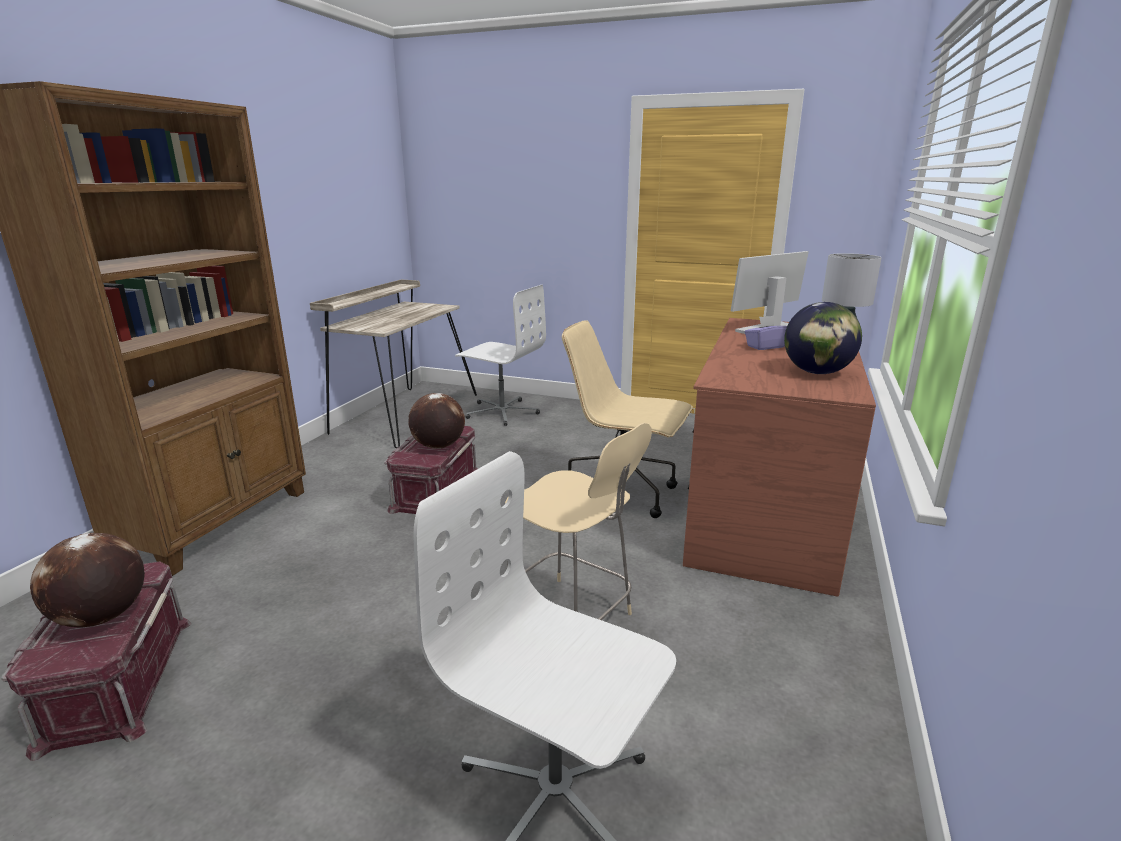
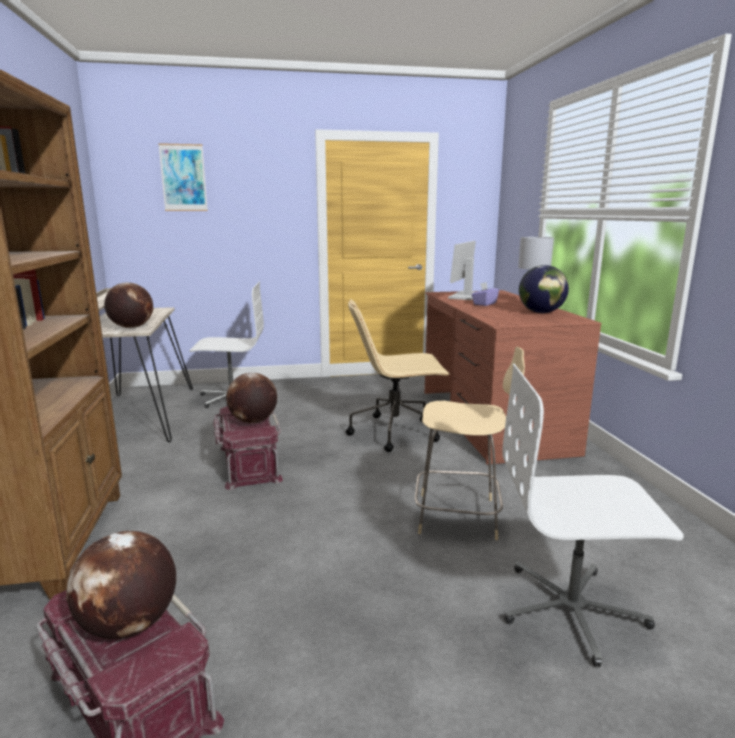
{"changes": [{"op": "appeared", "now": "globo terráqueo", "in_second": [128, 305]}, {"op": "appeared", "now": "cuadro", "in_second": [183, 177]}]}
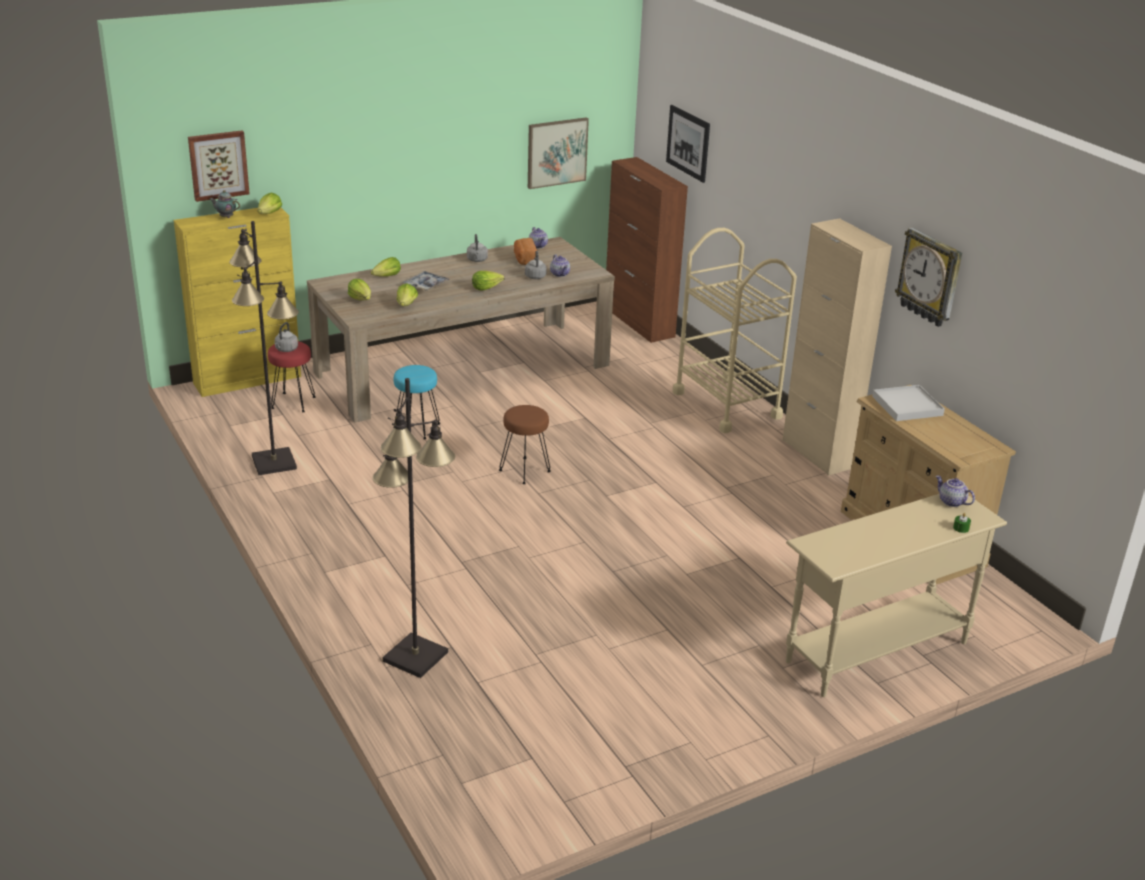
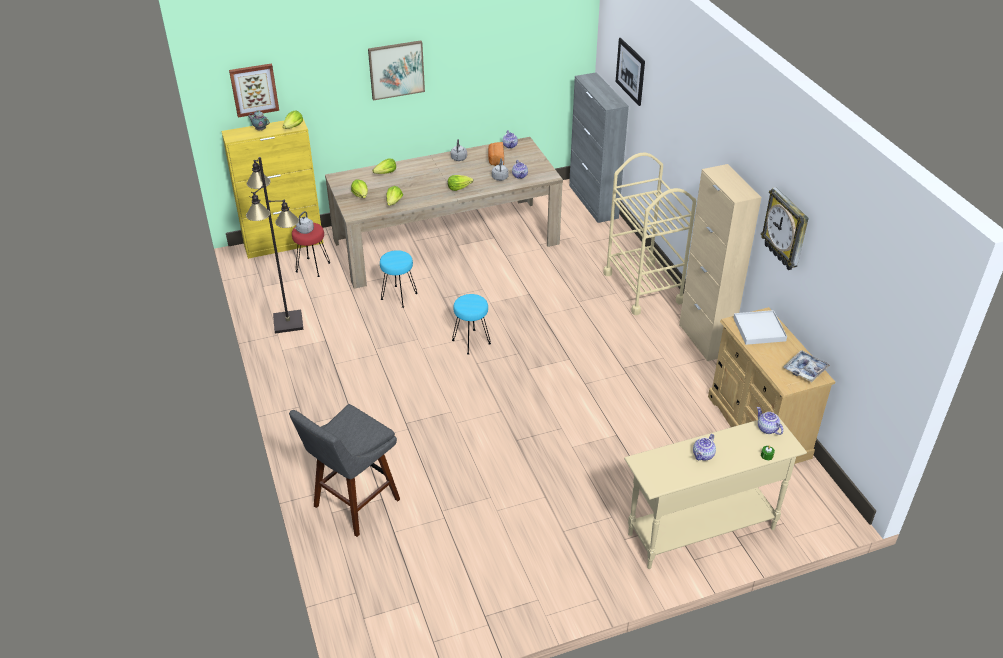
{"changes": [{"op": "appeared", "now": "tetera", "in_second": [704, 447]}, {"op": "relocated", "was": "bandeja", "in_first": [426, 281], "in_second": [806, 366]}, {"op": "relocated", "was": "cuadro", "in_first": [558, 153], "in_second": [396, 70]}, {"op": "exchanged", "was": "lámpara de pie/negro", "now": "taburete/gris", "in_first": [414, 528], "in_second": [344, 470]}, {"op": "colour", "was": "taburete/marrón", "now": "taburete/turquesa", "in_first": [525, 444], "in_second": [471, 324]}, {"op": "colour", "was": "armario/marrón", "now": "armario/gris", "in_first": [647, 250], "in_second": [599, 147]}]}
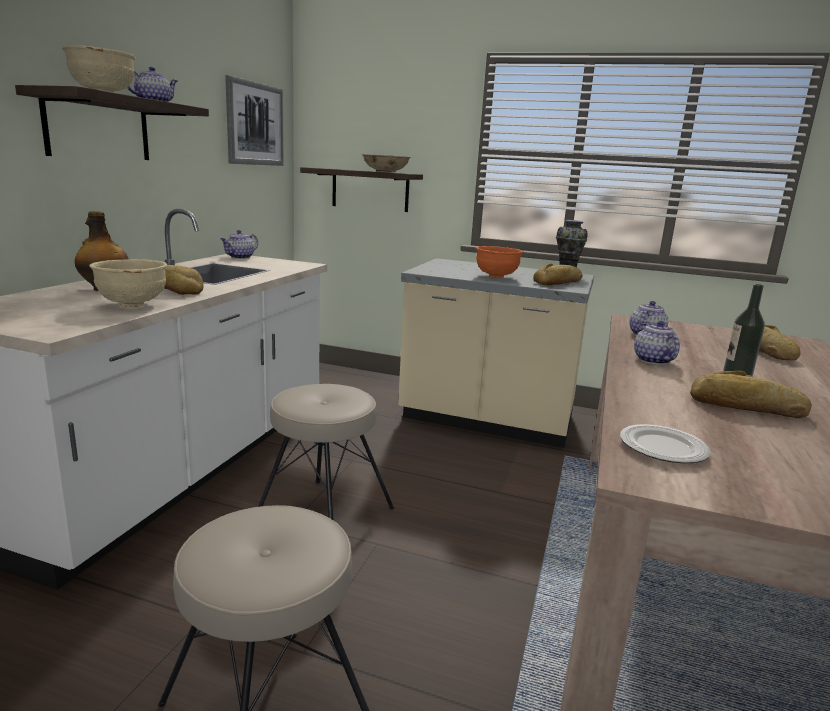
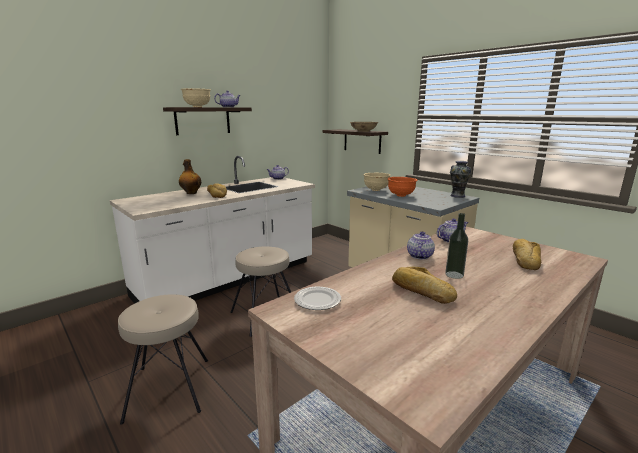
{"changes": [{"op": "missing", "was": "cuadro", "in_first": [254, 120]}, {"op": "missing", "was": "pan", "in_first": [558, 274]}, {"op": "relocated", "was": "cuenco/beis", "in_first": [128, 283], "in_second": [377, 182]}]}
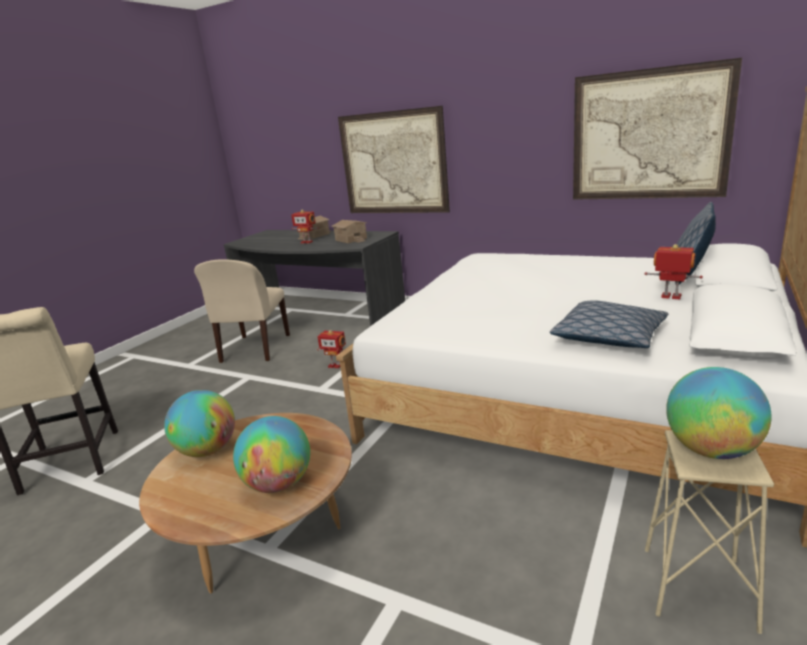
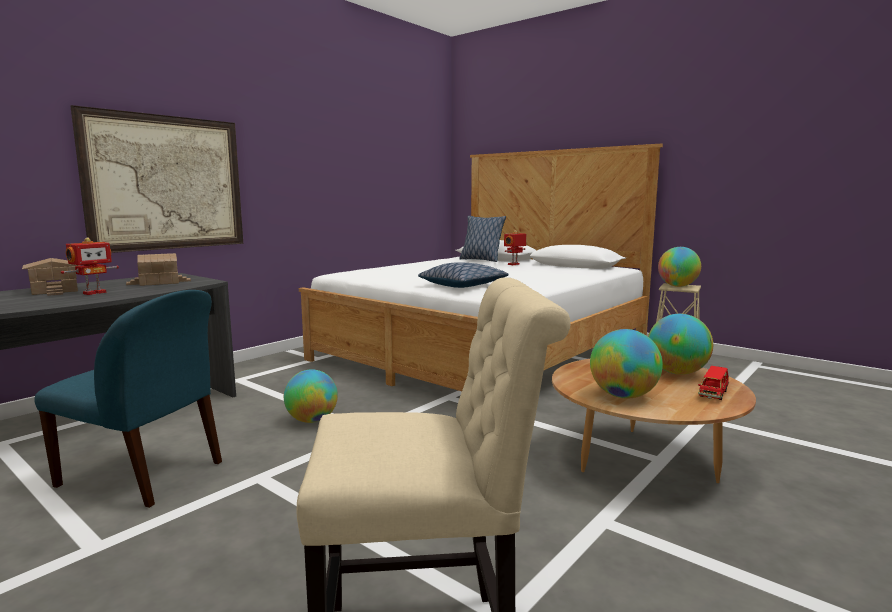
{"changes": [{"op": "missing", "was": "cuadro", "in_first": [657, 129]}, {"op": "appeared", "now": "coche de juguete/rojo", "in_second": [713, 383]}, {"op": "relocated", "was": "cojín", "in_first": [609, 324], "in_second": [463, 275]}, {"op": "exchanged", "was": "robot de juguete", "now": "globo terráqueo", "in_first": [331, 349], "in_second": [311, 396]}, {"op": "colour", "was": "silla/beis", "now": "silla/azul", "in_first": [242, 311], "in_second": [128, 399]}]}
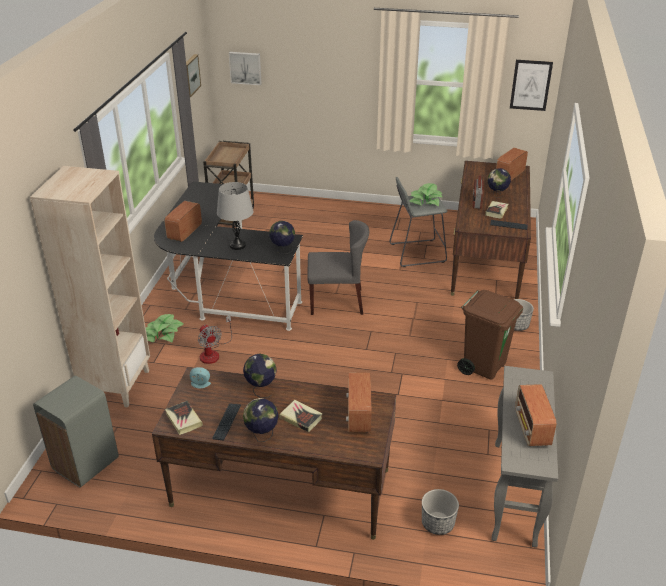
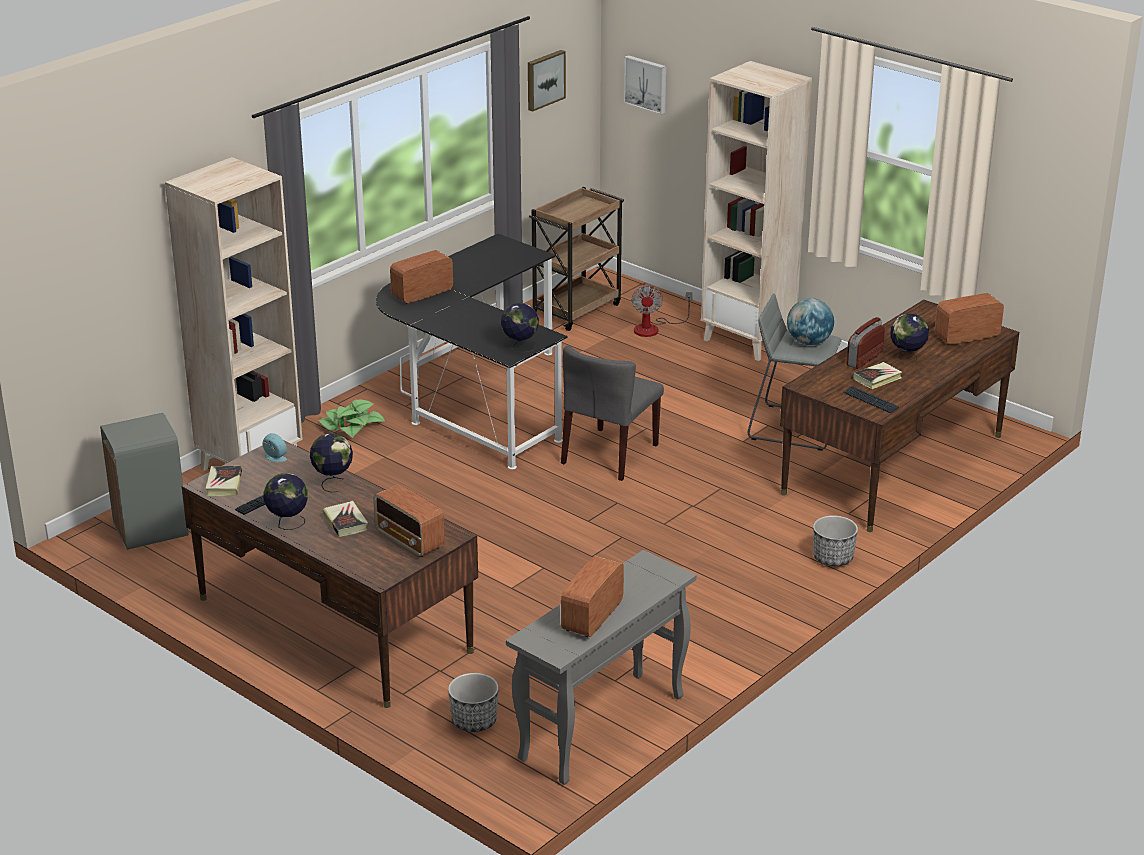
{"changes": [{"op": "missing", "was": "lámpara de mesa/gris", "in_first": [235, 216]}, {"op": "missing", "was": "papelera/marrón", "in_first": [490, 334]}, {"op": "missing", "was": "cuadro", "in_first": [531, 85]}, {"op": "appeared", "now": "estantería/beis", "in_second": [756, 211]}, {"op": "relocated", "was": "ventilador", "in_first": [215, 339], "in_second": [661, 311]}, {"op": "exchanged", "was": "planta en maceta", "now": "globo terráqueo", "in_first": [426, 194], "in_second": [810, 321]}, {"op": "spun", "was": "silla/gris", "in_first": [338, 267], "in_second": [612, 413], "clockwise": 90}, {"op": "spun", "was": "radio", "in_first": [359, 402], "in_second": [409, 520], "clockwise": -75}]}
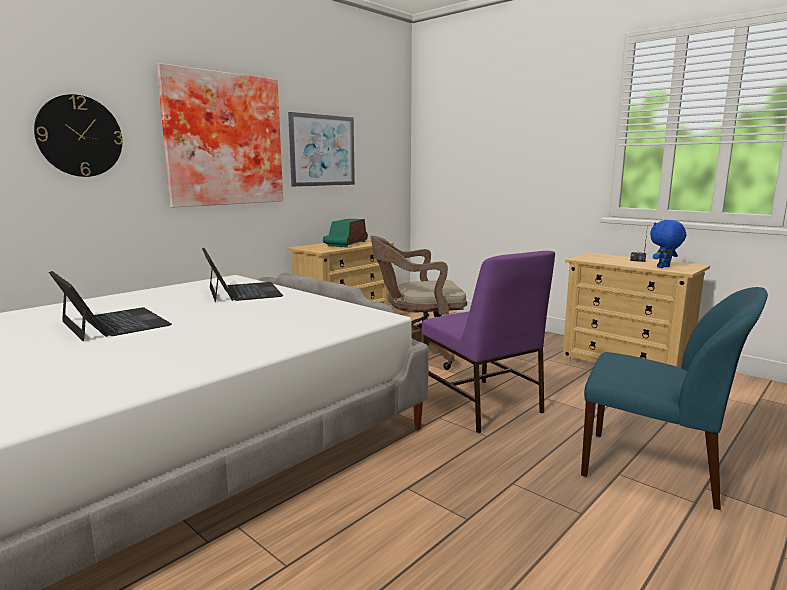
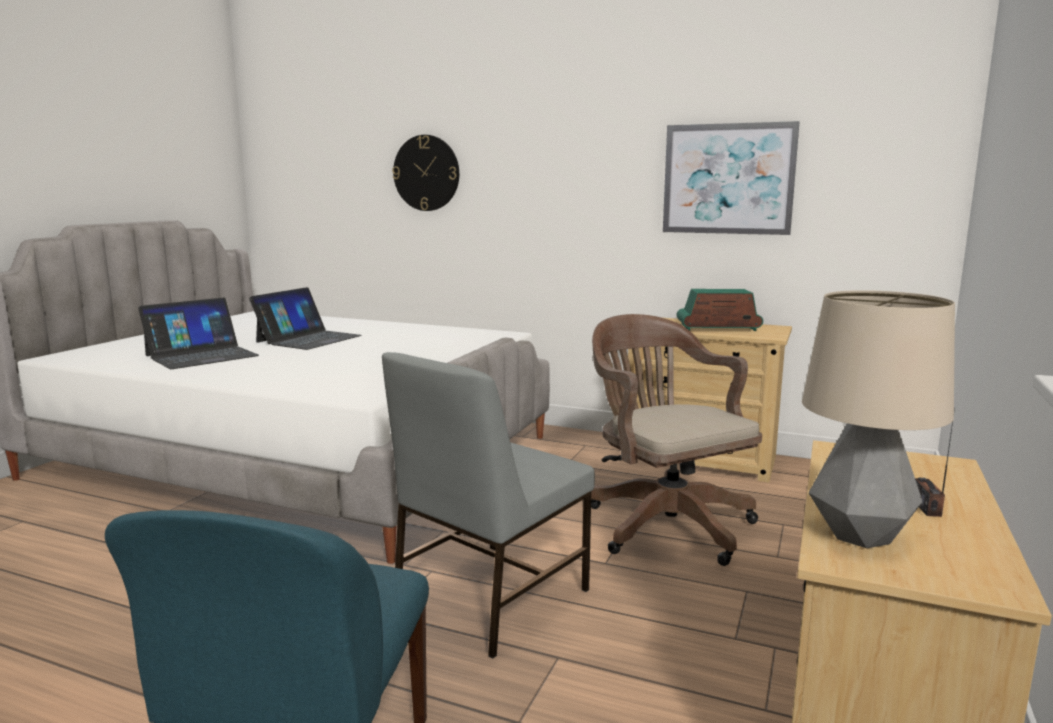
{"changes": [{"op": "missing", "was": "cuadro", "in_first": [220, 135]}, {"op": "relocated", "was": "portátil", "in_first": [242, 275], "in_second": [198, 333]}, {"op": "exchanged", "was": "peluche/azul", "now": "lámpara de mesa", "in_first": [668, 244], "in_second": [878, 419]}, {"op": "colour", "was": "silla/morado", "now": "silla/gris", "in_first": [488, 342], "in_second": [488, 505]}]}
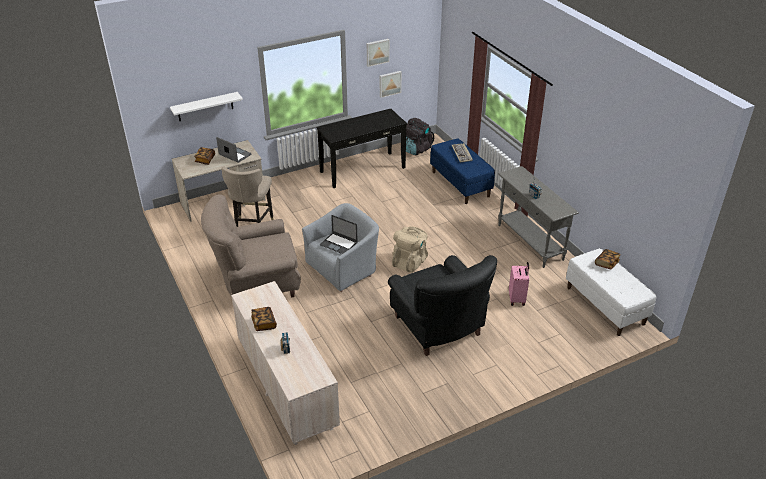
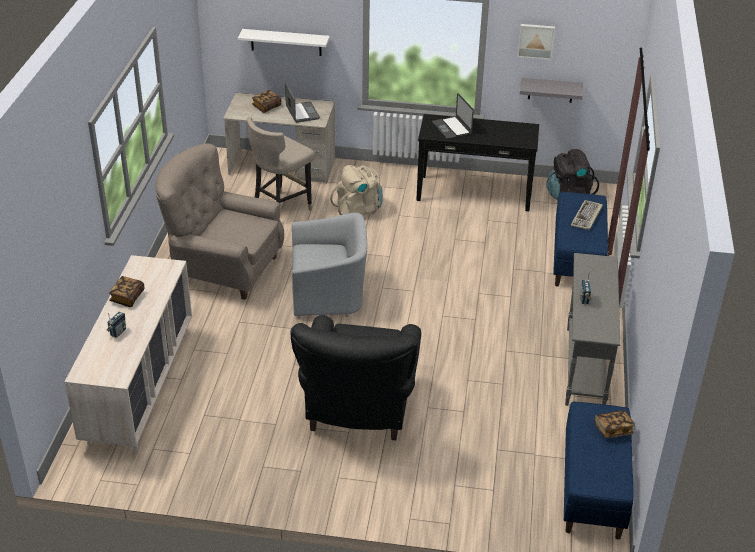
{"changes": [{"op": "missing", "was": "maleta/rosa", "in_first": [519, 284]}, {"op": "relocated", "was": "portátil", "in_first": [339, 234], "in_second": [453, 116]}, {"op": "relocated", "was": "mochila/beis", "in_first": [410, 250], "in_second": [356, 190]}, {"op": "exchanged", "was": "cuadro", "now": "estante/gris", "in_first": [391, 84], "in_second": [551, 90]}, {"op": "colour", "was": "banco/blanco", "now": "banco/azul", "in_first": [611, 292], "in_second": [599, 470]}]}
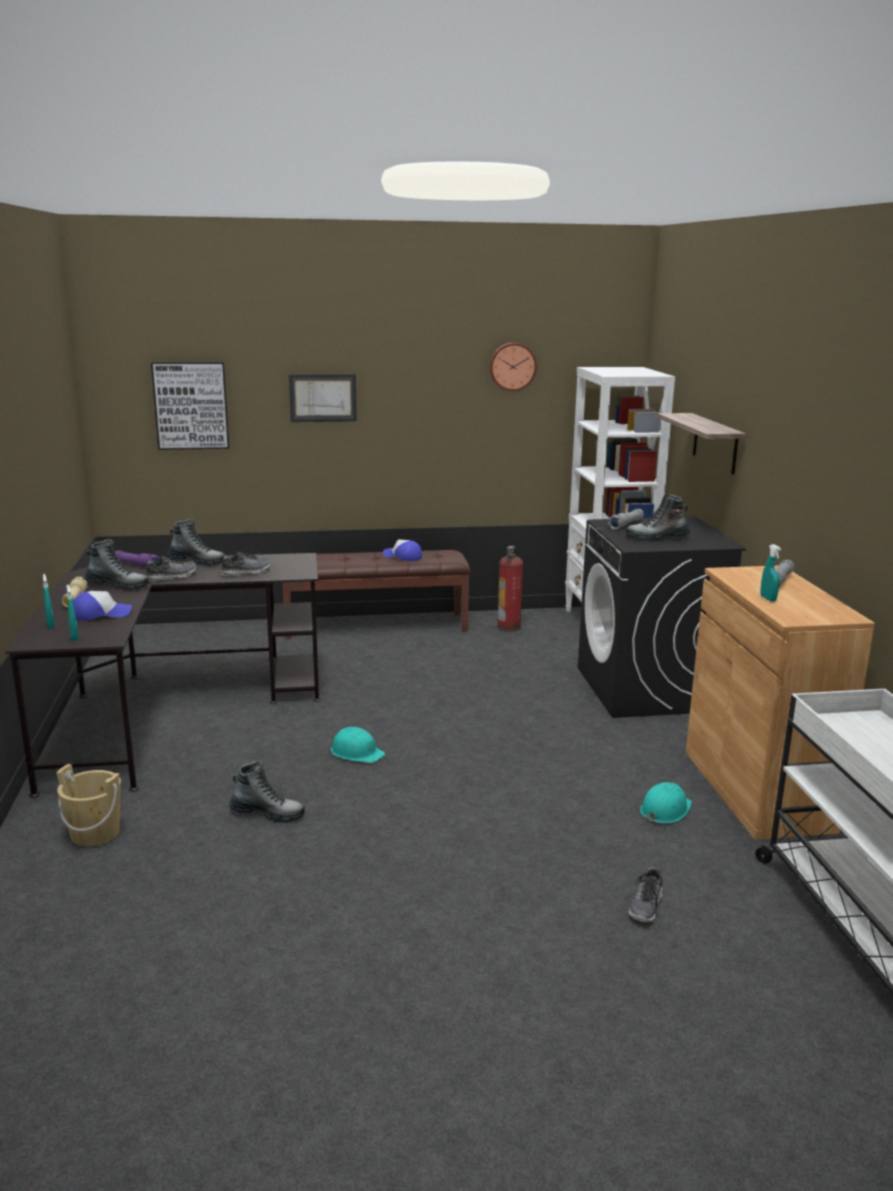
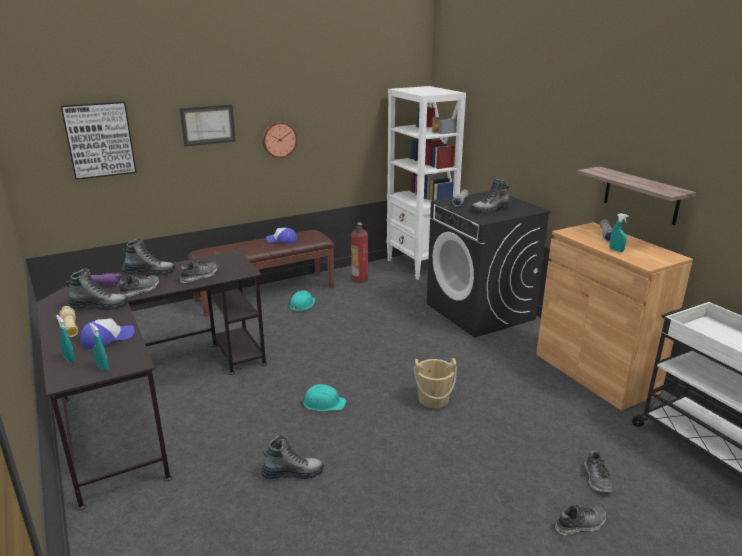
{"changes": [{"op": "appeared", "now": "zapato", "in_second": [580, 520]}, {"op": "relocated", "was": "cubo/beis", "in_first": [88, 805], "in_second": [435, 383]}, {"op": "relocated", "was": "reloj de pared", "in_first": [513, 367], "in_second": [279, 140]}, {"op": "relocated", "was": "casco/turquesa", "in_first": [666, 802], "in_second": [302, 301]}, {"op": "relocated", "was": "estante", "in_first": [701, 443], "in_second": [636, 196]}]}
